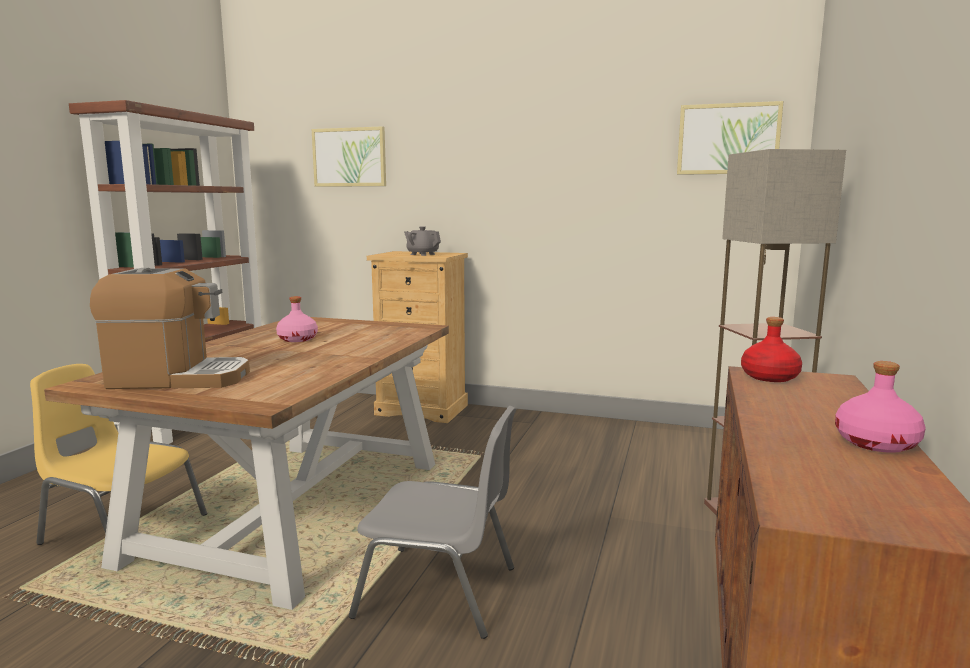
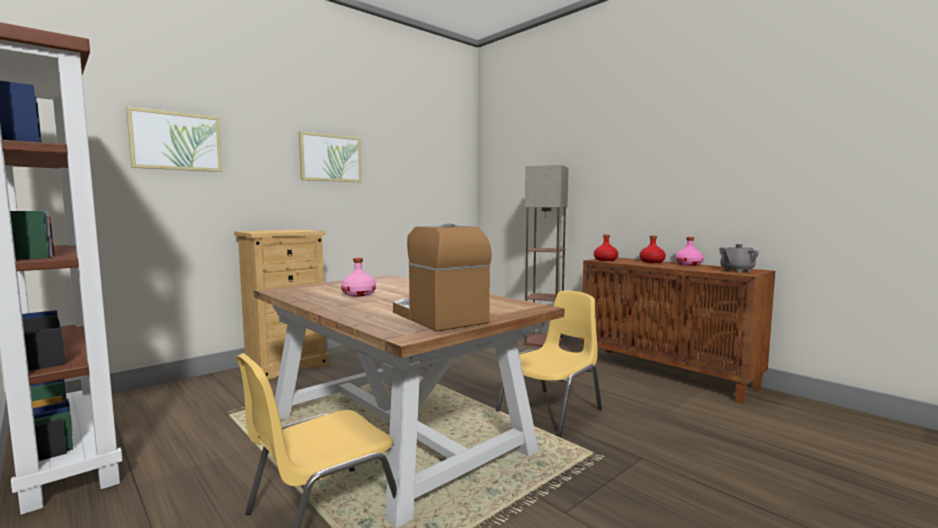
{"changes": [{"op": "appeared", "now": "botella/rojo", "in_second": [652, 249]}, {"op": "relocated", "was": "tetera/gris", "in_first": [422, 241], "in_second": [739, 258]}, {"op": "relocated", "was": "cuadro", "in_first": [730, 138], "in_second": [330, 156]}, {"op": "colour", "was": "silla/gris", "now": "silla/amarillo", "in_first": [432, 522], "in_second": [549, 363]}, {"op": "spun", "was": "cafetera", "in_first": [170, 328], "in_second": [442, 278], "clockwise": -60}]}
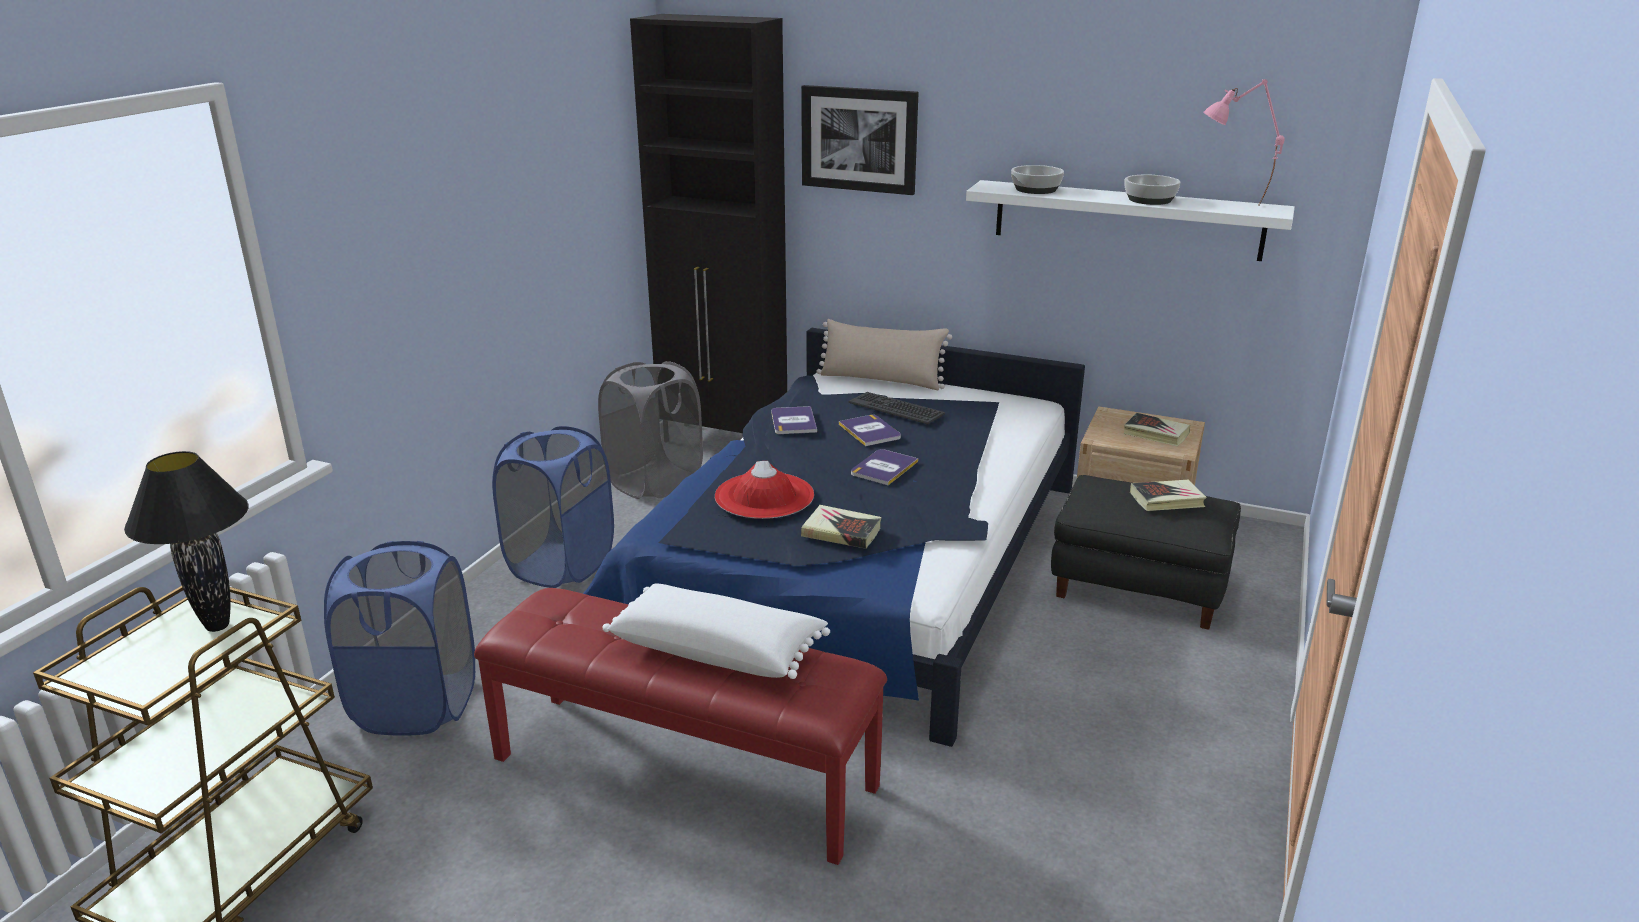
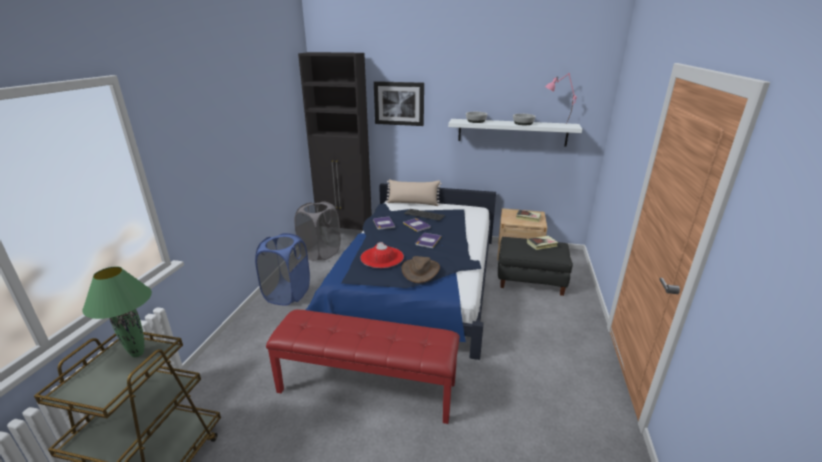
{"changes": [{"op": "missing", "was": "cesto de la ropa/azul", "in_first": [399, 638]}, {"op": "missing", "was": "cojín/blanco", "in_first": [716, 631]}, {"op": "exchanged", "was": "libro", "now": "sombrero/marrón", "in_first": [841, 527], "in_second": [421, 269]}, {"op": "colour", "was": "lámpara de mesa/negro", "now": "lámpara de mesa/verde", "in_first": [186, 541], "in_second": [117, 312]}]}
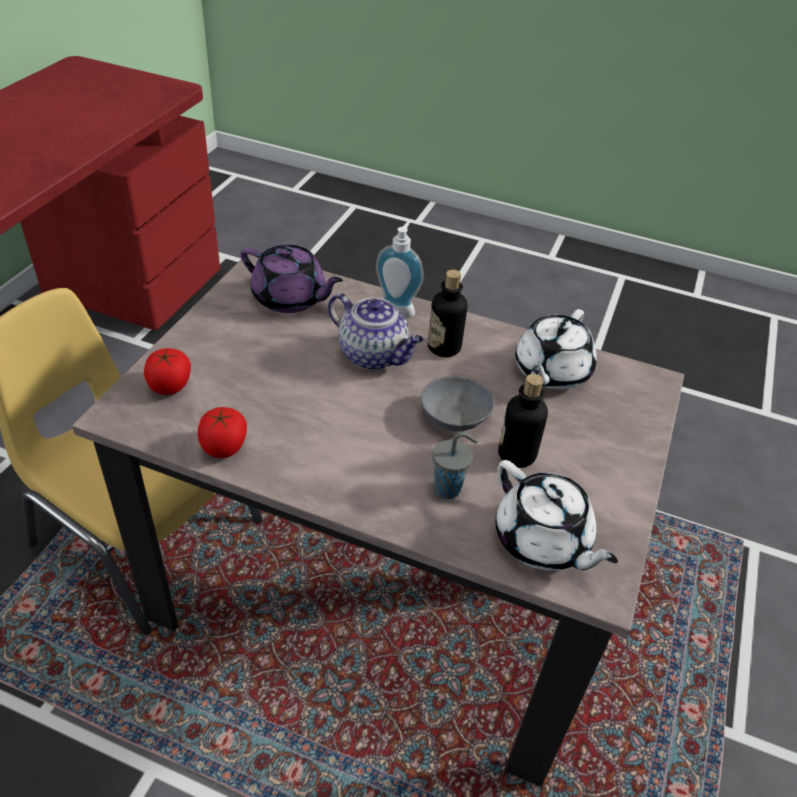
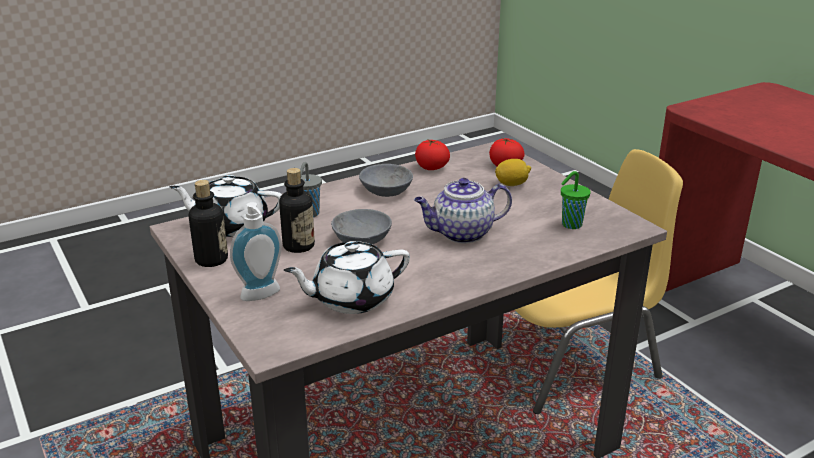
{"changes": [{"op": "appeared", "now": "cuenco/gris", "in_second": [386, 180]}, {"op": "appeared", "now": "limón", "in_second": [513, 172]}, {"op": "relocated", "was": "dispensador de jabón", "in_first": [400, 268], "in_second": [256, 251]}, {"op": "relocated", "was": "botella", "in_first": [447, 313], "in_second": [208, 223]}, {"op": "exchanged", "was": "tetera/morado", "now": "taza/verde", "in_first": [292, 279], "in_second": [576, 200]}, {"op": "spun", "was": "tetera/blanco", "in_first": [556, 349], "in_second": [347, 277], "clockwise": -90}]}
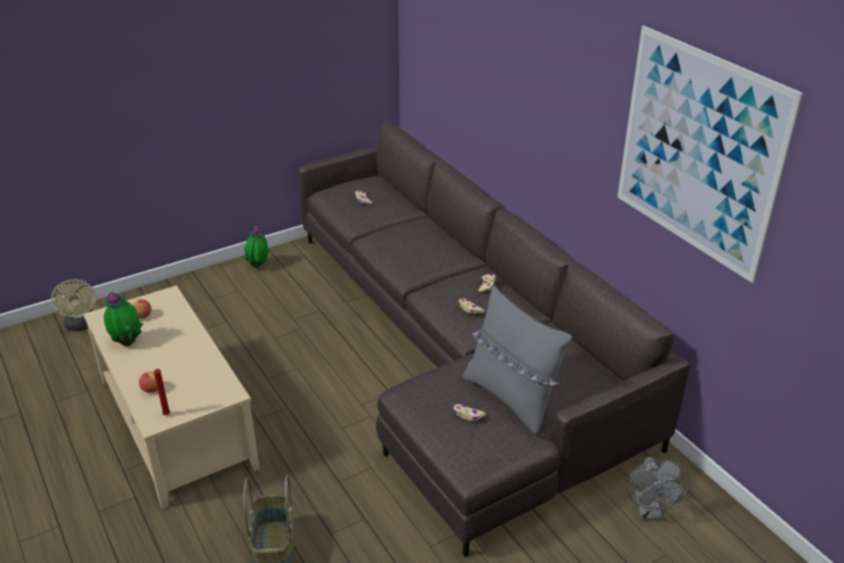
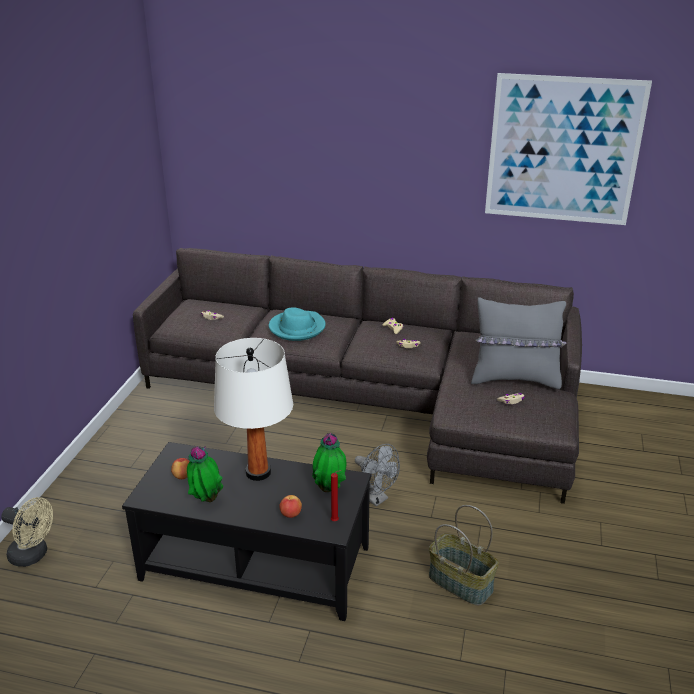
{"changes": [{"op": "appeared", "now": "lámpara de mesa/blanco", "in_second": [253, 409]}, {"op": "appeared", "now": "sombrero/turquesa", "in_second": [297, 324]}, {"op": "relocated", "was": "planta en maceta", "in_first": [256, 246], "in_second": [329, 462]}, {"op": "relocated", "was": "ventilador/gris", "in_first": [658, 488], "in_second": [377, 475]}, {"op": "colour", "was": "mesa de centro/beis", "now": "mesa de centro/negro", "in_first": [172, 397], "in_second": [246, 531]}]}
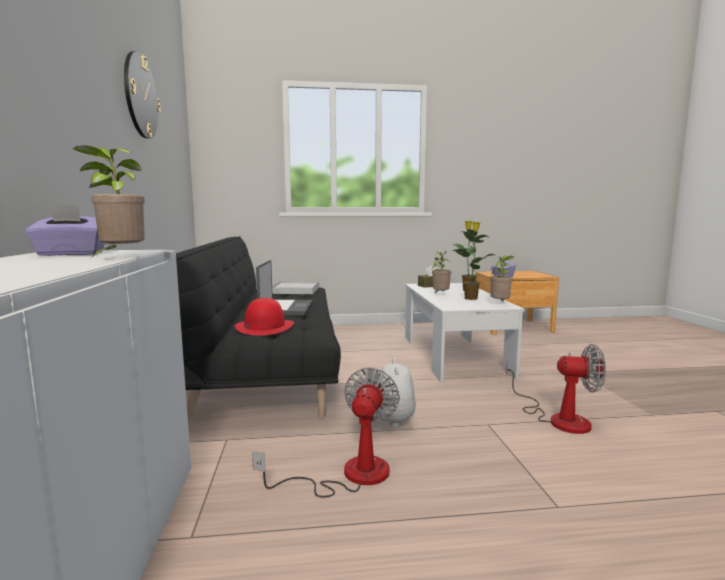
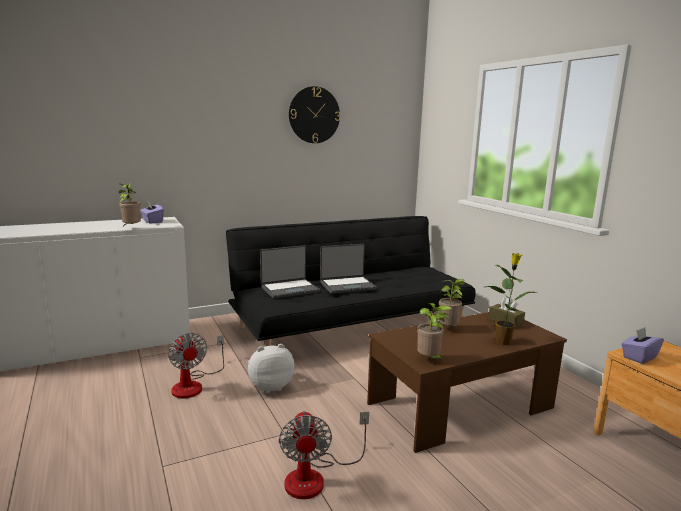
{"changes": [{"op": "missing", "was": "bandeja/blanco", "in_first": [295, 287]}, {"op": "missing", "was": "planta en maceta", "in_first": [473, 260]}, {"op": "exchanged", "was": "sombrero/rojo", "now": "portátil", "in_first": [264, 316], "in_second": [290, 272]}, {"op": "colour", "was": "mesa de centro/blanco", "now": "mesa de centro/marrón", "in_first": [465, 333], "in_second": [467, 382]}, {"op": "spun", "was": "ventilador", "in_first": [326, 432], "in_second": [196, 365], "clockwise": 60}]}
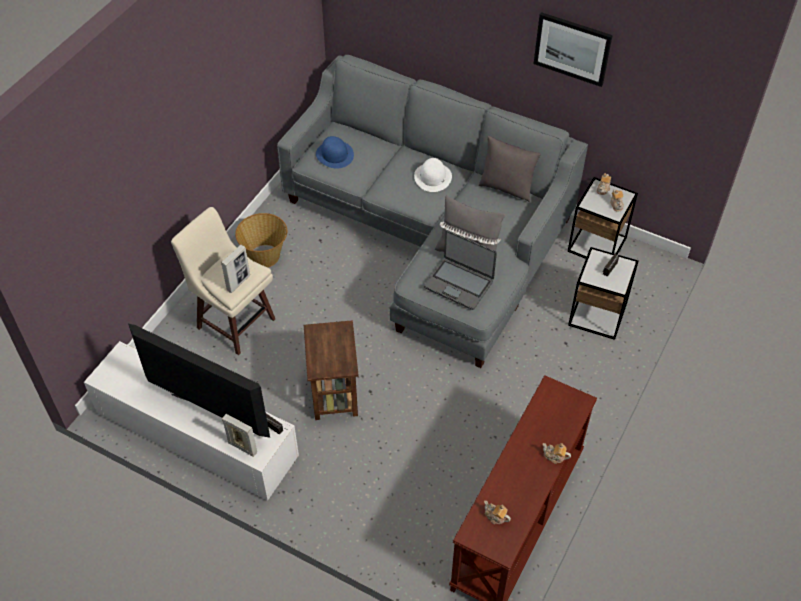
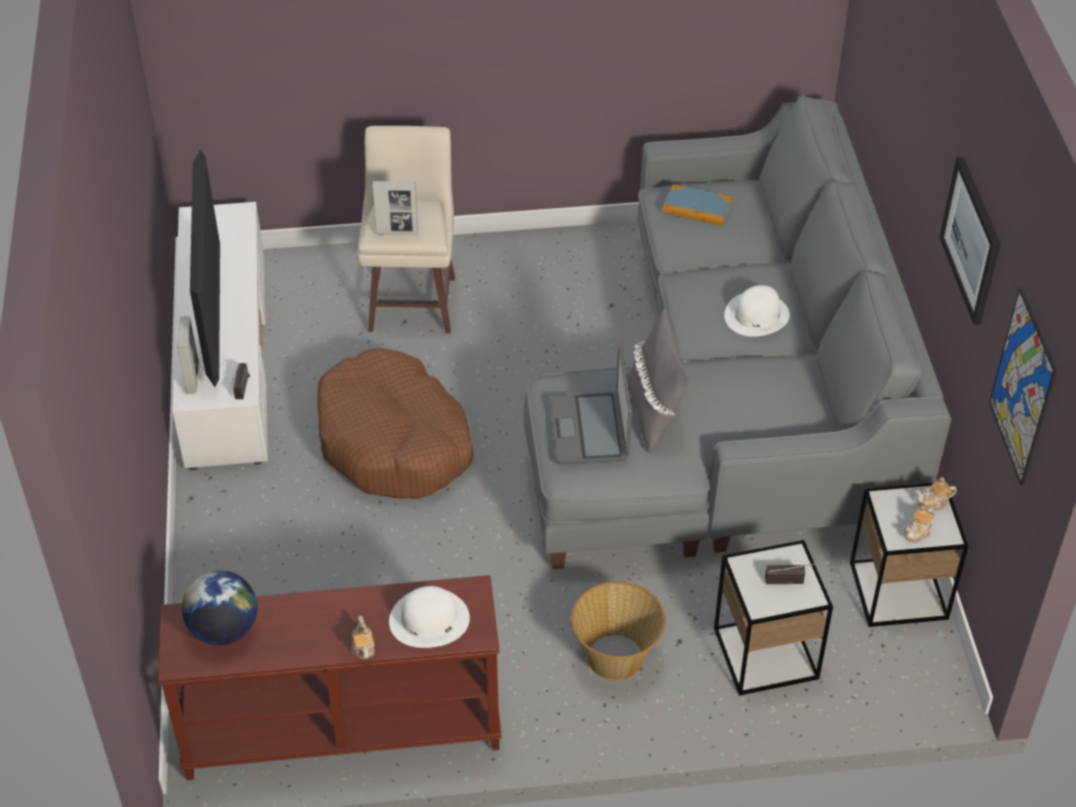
{"changes": [{"op": "missing", "was": "cojín/gris", "in_first": [510, 169]}, {"op": "appeared", "now": "sombrero/blanco", "in_second": [429, 617]}, {"op": "appeared", "now": "cuadro", "in_second": [1023, 386]}, {"op": "relocated", "was": "cesta", "in_first": [261, 240], "in_second": [618, 631]}, {"op": "exchanged", "was": "mesa auxiliar/marrón", "now": "cama para perro/marrón", "in_first": [331, 370], "in_second": [395, 423]}, {"op": "exchanged", "was": "sombrero/azul", "now": "libro", "in_first": [335, 152], "in_second": [697, 205]}, {"op": "exchanged", "was": "tetera", "now": "globo terráqueo", "in_first": [497, 512], "in_second": [219, 607]}]}
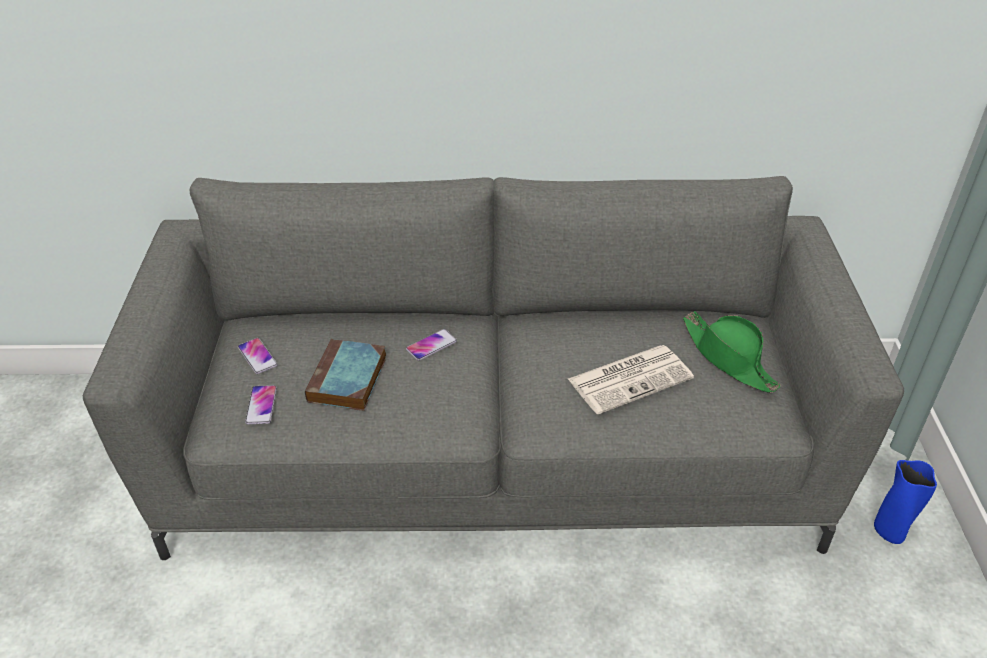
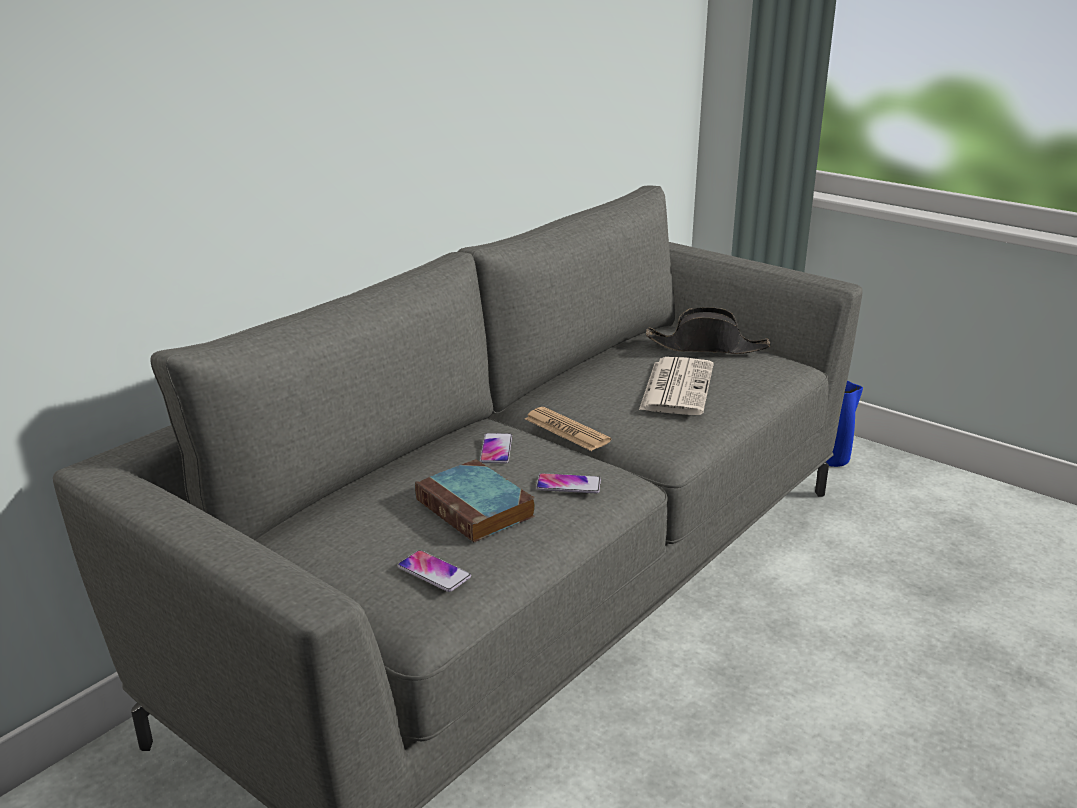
{"changes": [{"op": "appeared", "now": "periódico", "in_second": [568, 429]}, {"op": "relocated", "was": "móvil", "in_first": [258, 356], "in_second": [568, 483]}, {"op": "colour", "was": "sombrero/verde", "now": "sombrero/negro", "in_first": [732, 352], "in_second": [708, 330]}]}
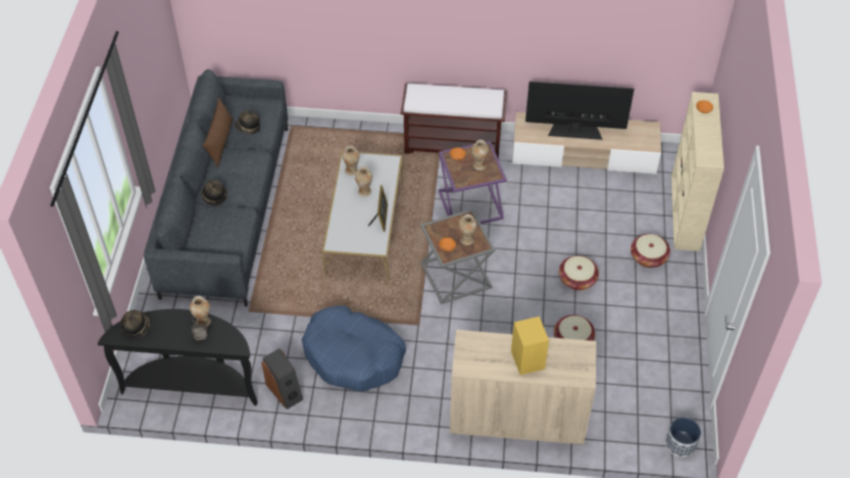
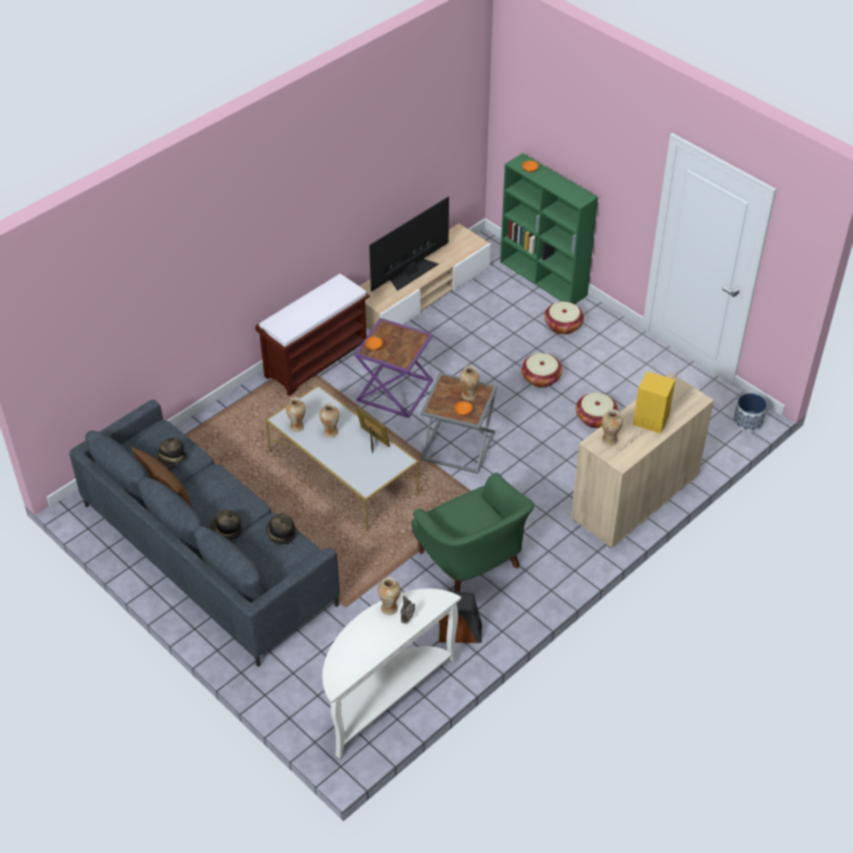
{"changes": [{"op": "relocated", "was": "sombrero", "in_first": [135, 324], "in_second": [281, 529]}, {"op": "relocated", "was": "florero", "in_first": [480, 155], "in_second": [612, 427]}, {"op": "exchanged", "was": "cama para perro/azul", "now": "sillón/verde", "in_first": [354, 349], "in_second": [472, 532]}, {"op": "colour", "was": "mesa consola/negro", "now": "mesa consola/blanco", "in_first": [178, 357], "in_second": [391, 674]}, {"op": "colour", "was": "estantería/beis", "now": "estantería/verde", "in_first": [697, 171], "in_second": [549, 228]}]}
